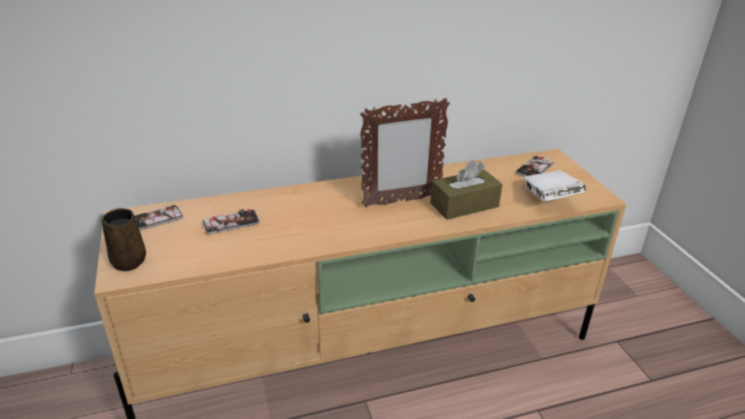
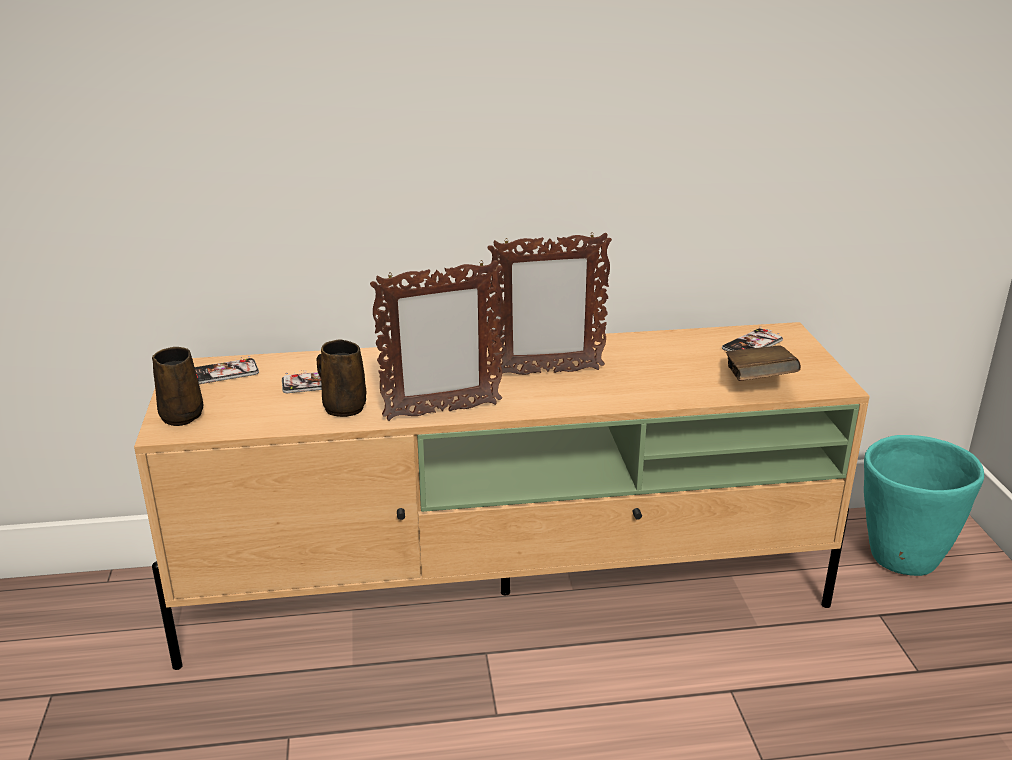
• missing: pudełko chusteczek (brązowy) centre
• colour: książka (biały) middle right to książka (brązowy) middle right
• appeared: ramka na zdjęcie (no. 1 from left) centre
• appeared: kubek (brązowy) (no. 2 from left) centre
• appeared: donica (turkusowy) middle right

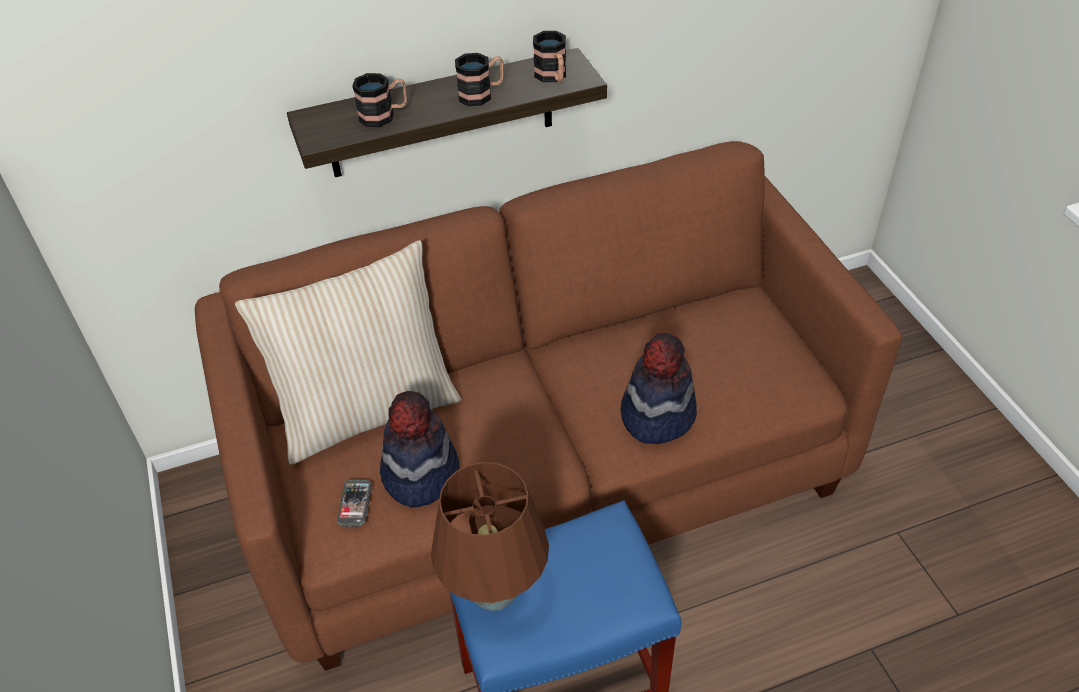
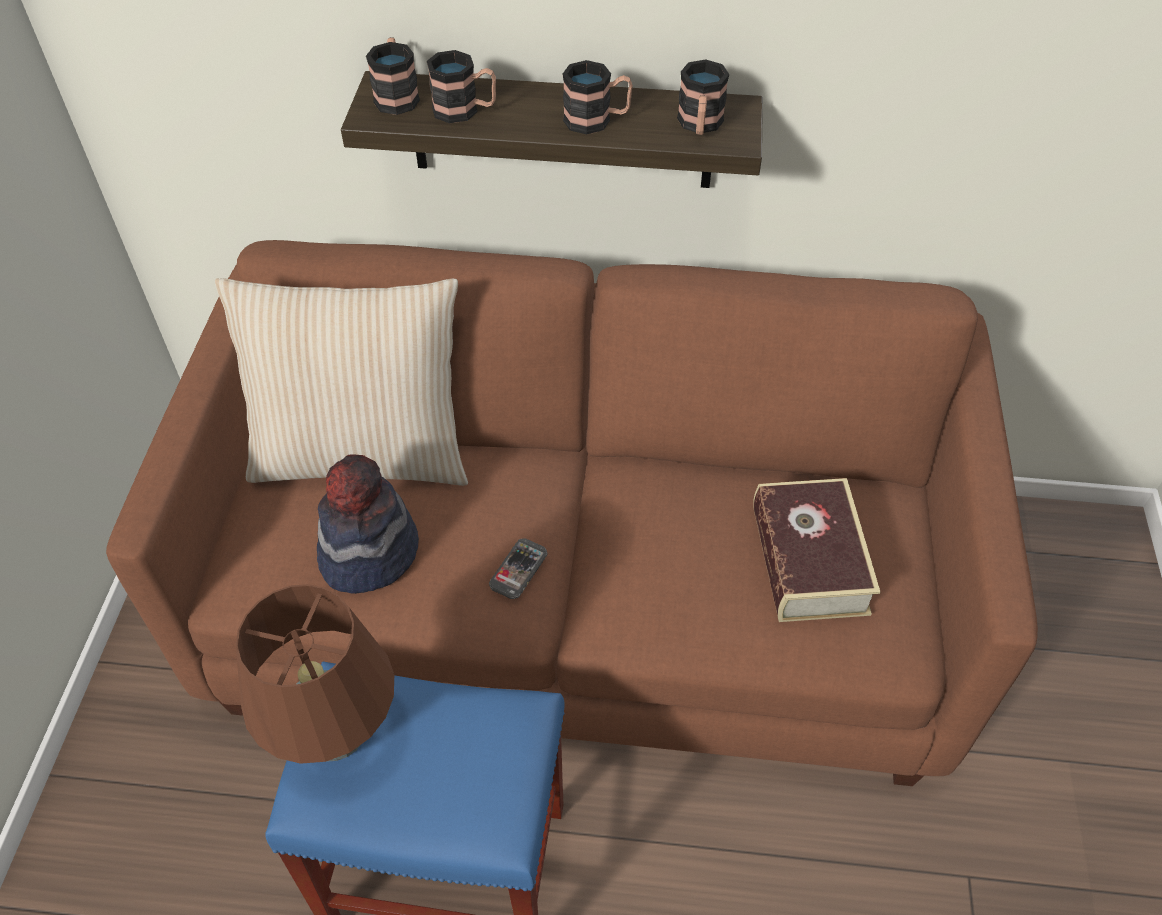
• missing: kapelusz (no. 2 from left) centre
• relocated: telefon bottom left to centre
• appeared: kubek (no. 1 from left) top centre
• appeared: książka middle right

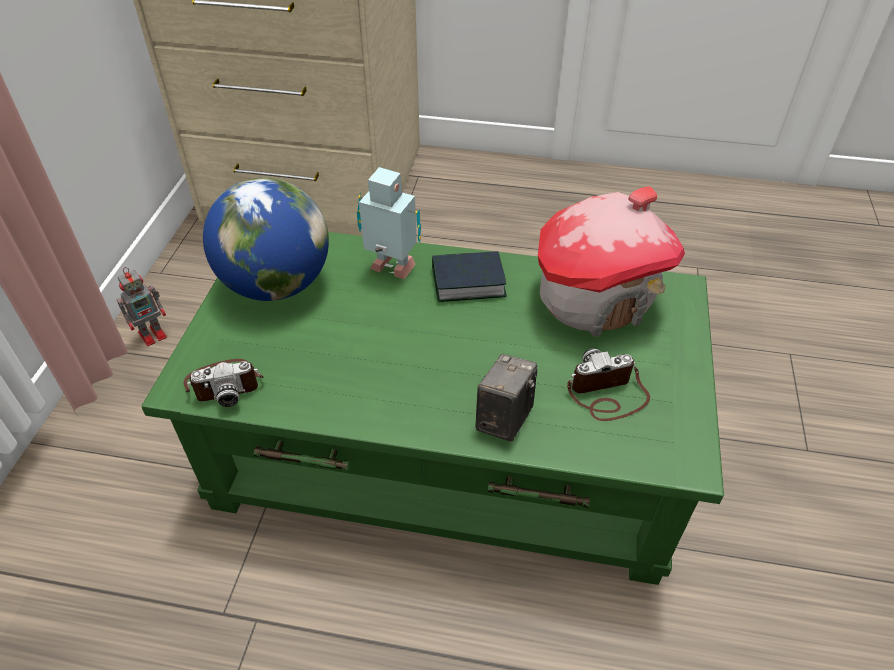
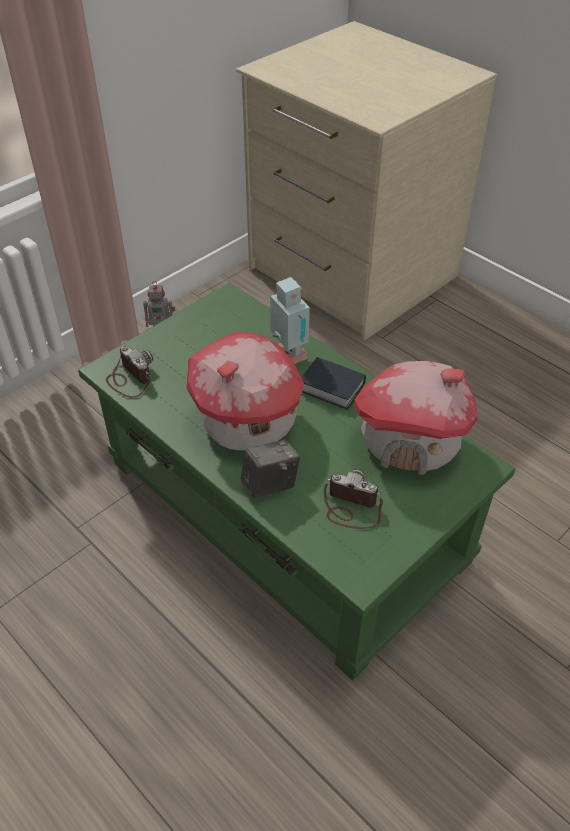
• missing: globus middle left
• spun: aparat fotograficzny (no. 1 from left) middle left = middle left 150 degrees counterclockwise
• appeared: domek (no. 1 from left) centre

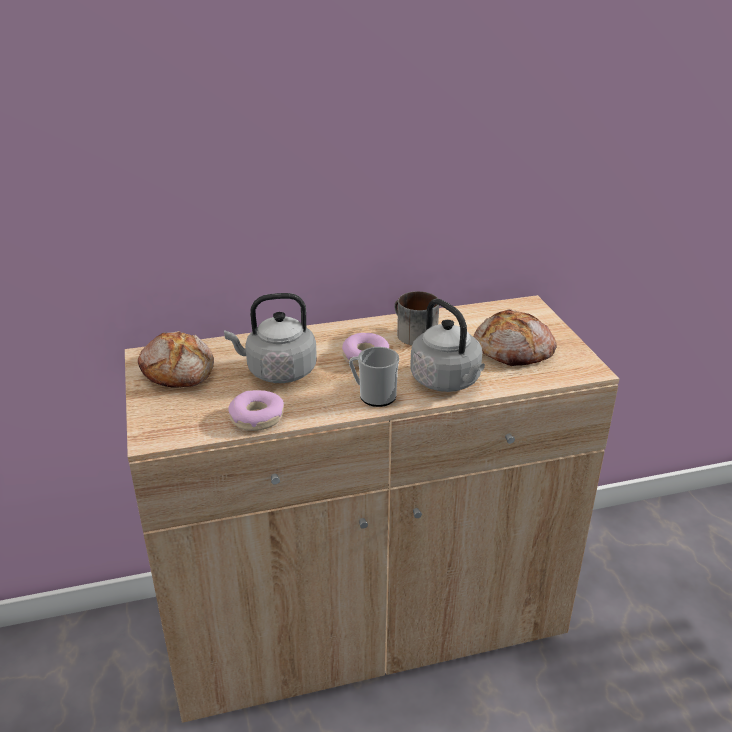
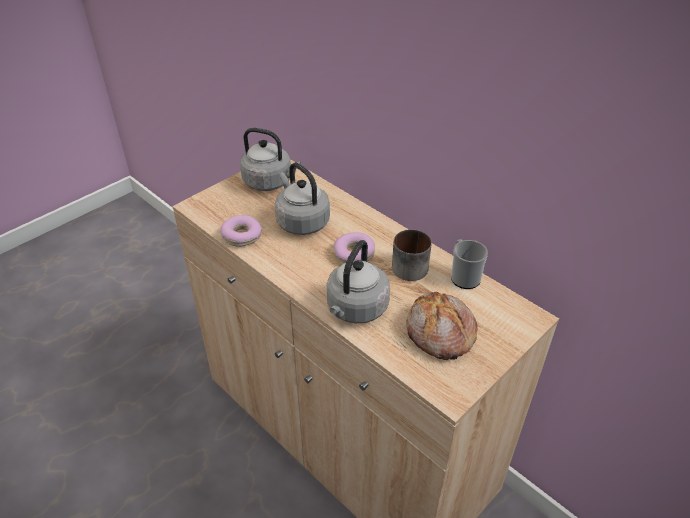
• exchanged: chleb (no. 1 from left) middle left to czajnik (szary) (no. 1 from left) top centre
• relocated: kubek (no. 1 from left in the first image) centre to kubek (no. 2 from left) middle right

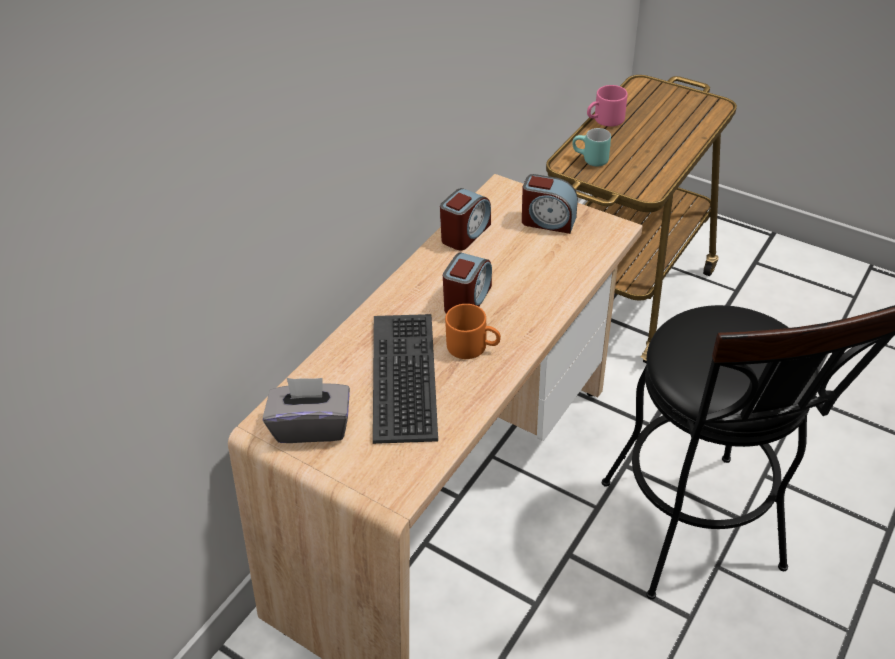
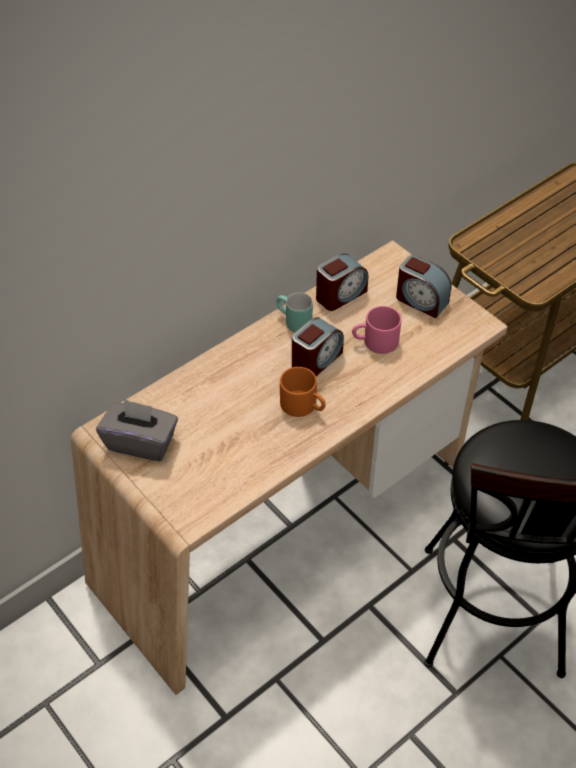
• relocated: kubek (różowy) top right to centre
• relocated: kubek (turkusowy) top centre to centre
• missing: klawiatura centre

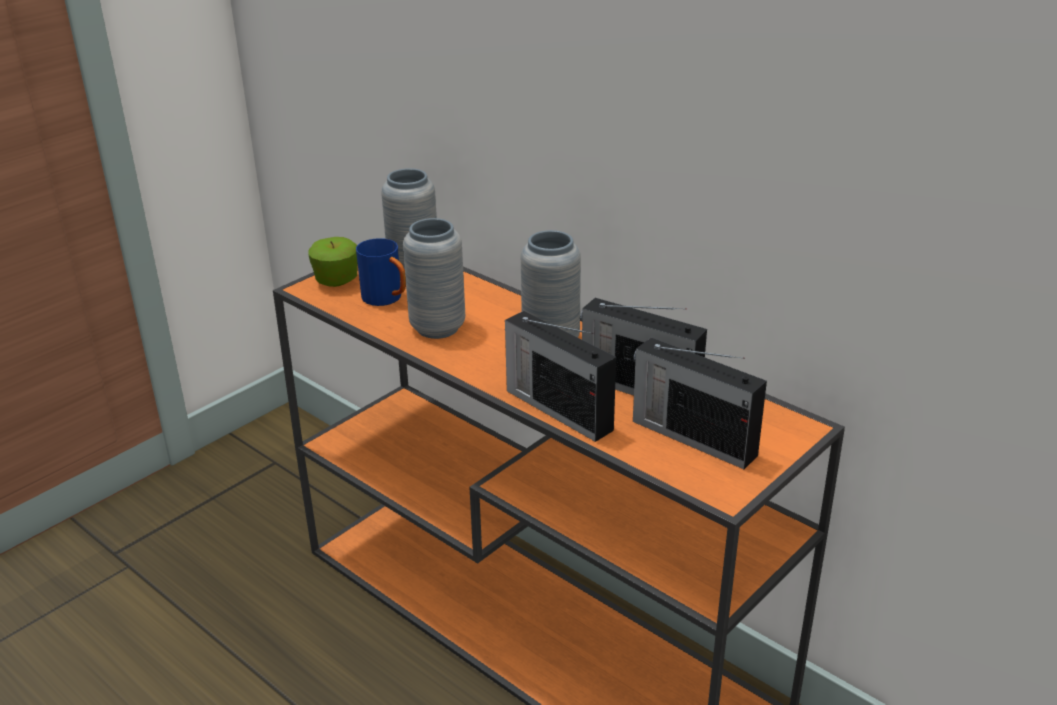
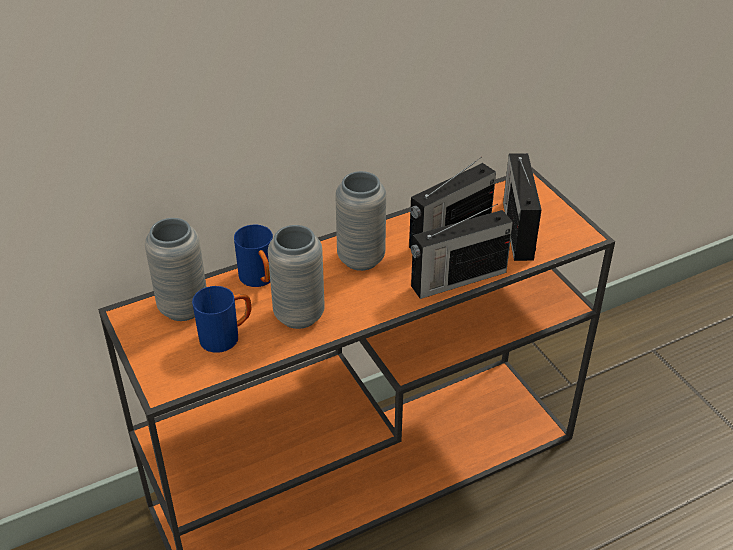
• missing: jabłko middle left
• spun: radio (no. 3 from left) centre = middle right 120 degrees clockwise
• appeared: kubek (niebieski) (no. 2 from left) centre

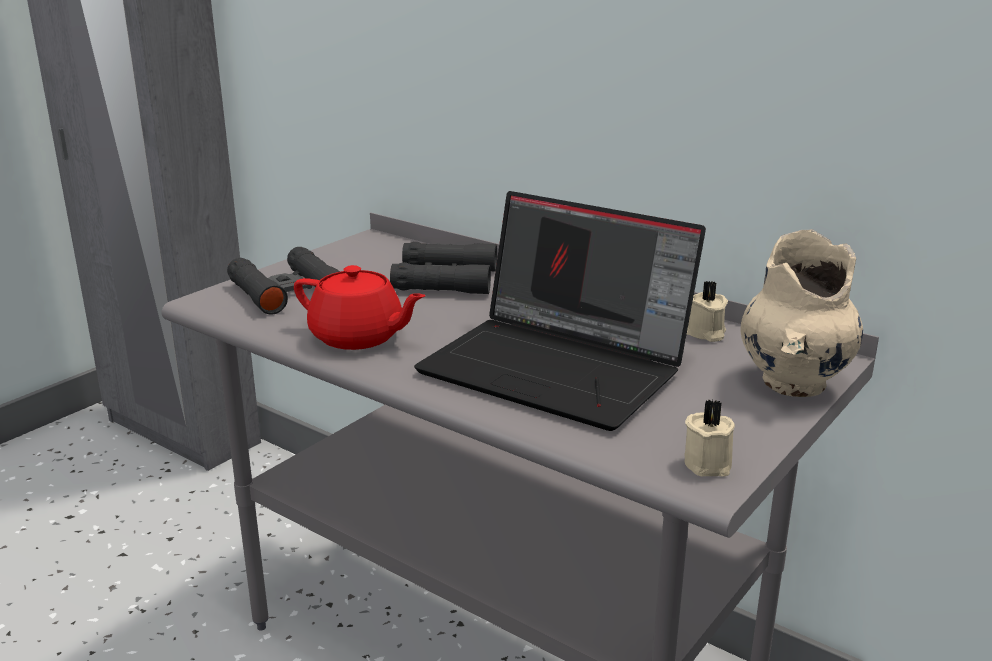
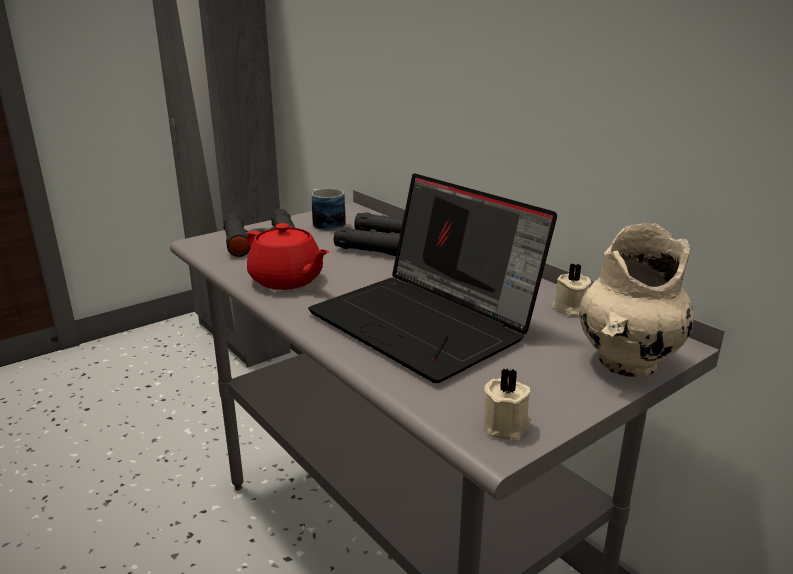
• appeared: kubek centre

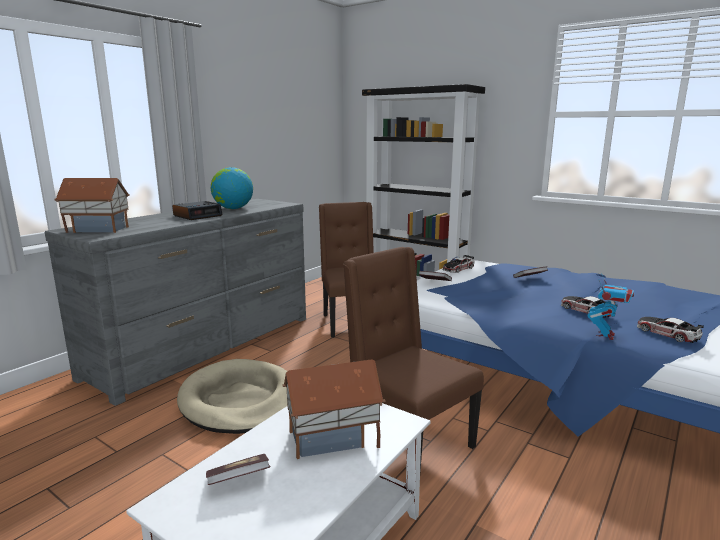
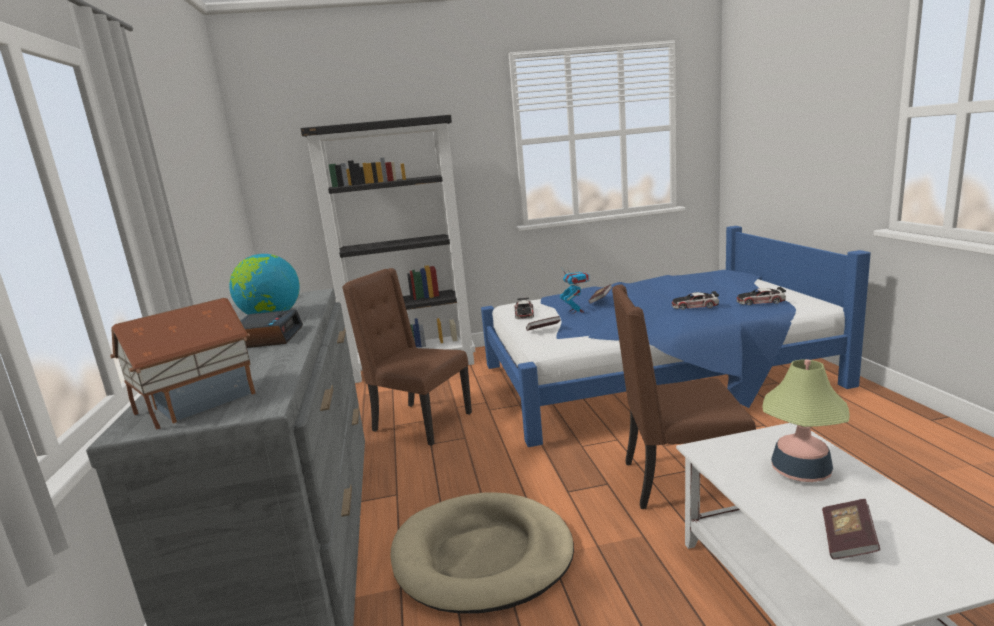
• relocated: robot zabawkowy middle right to centre
• exchanged: domek (no. 2 from left) bottom centre to lampa stołowa bottom right

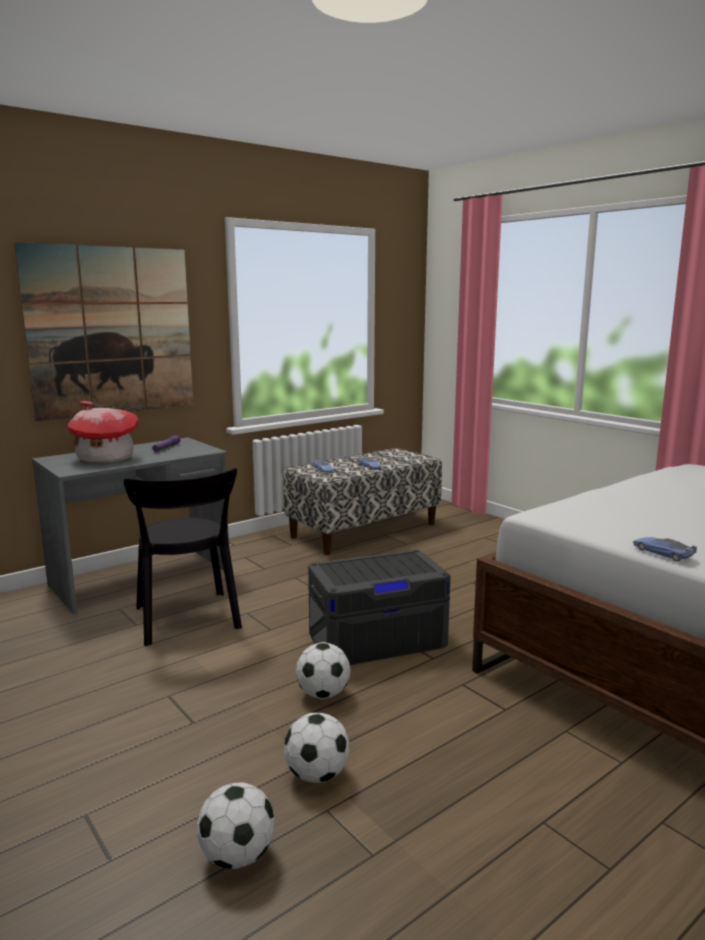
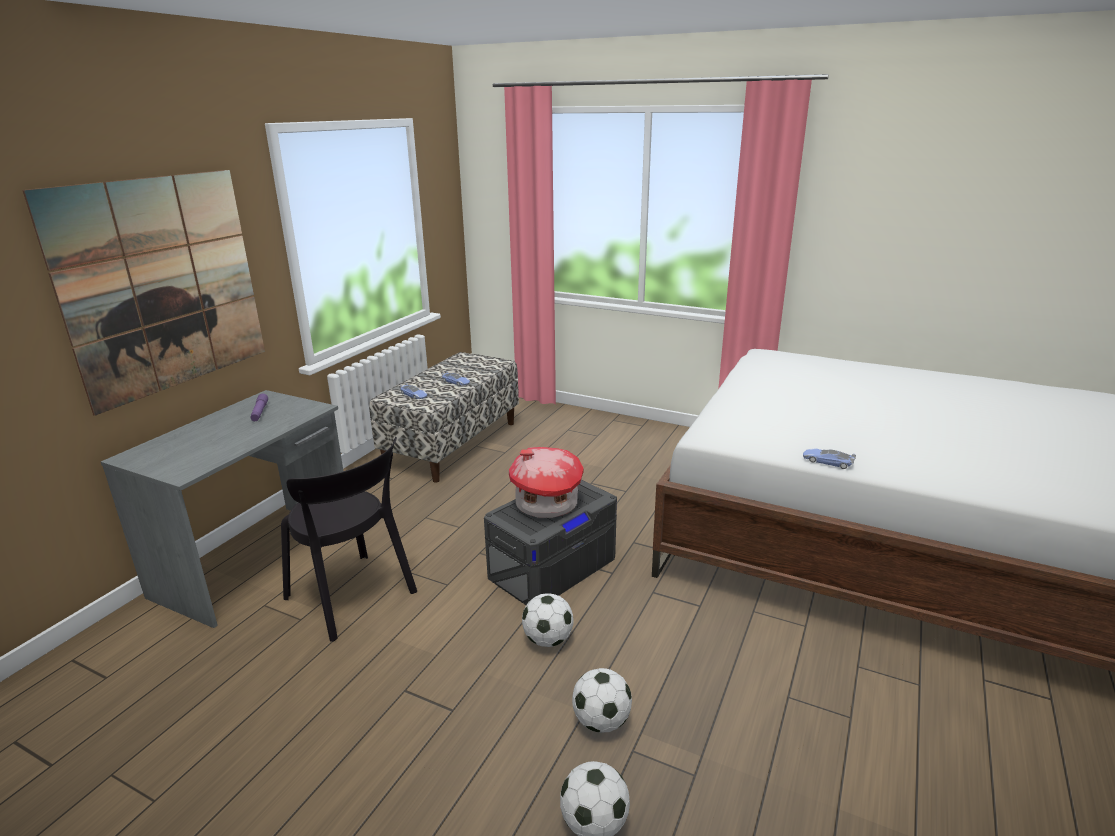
• relocated: domek middle left to centre

